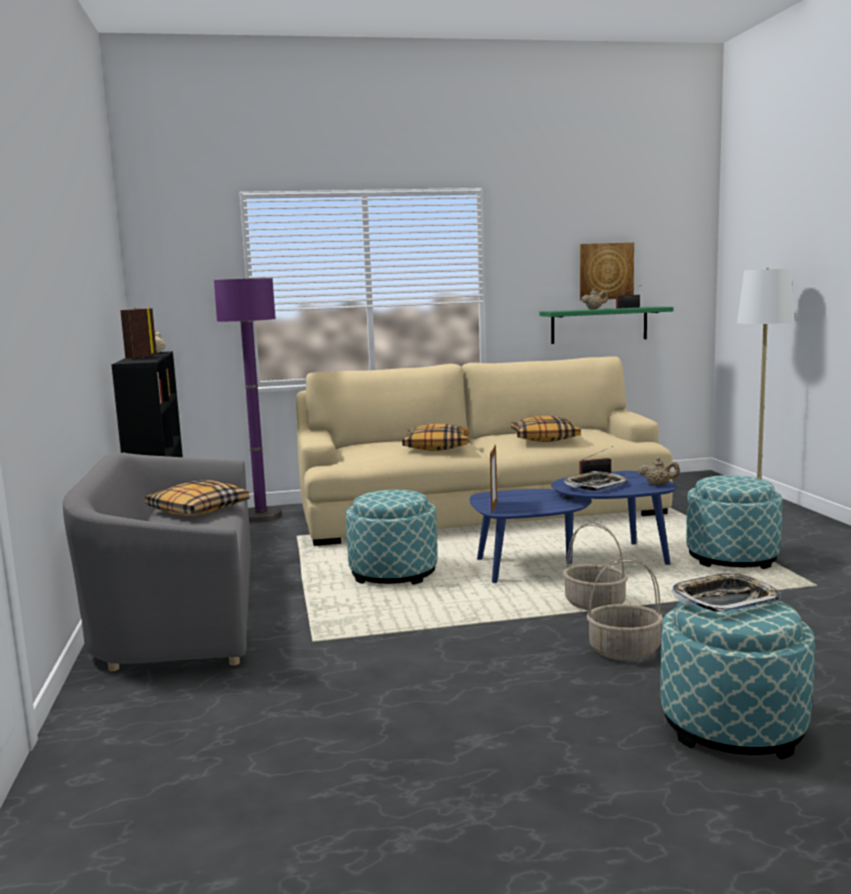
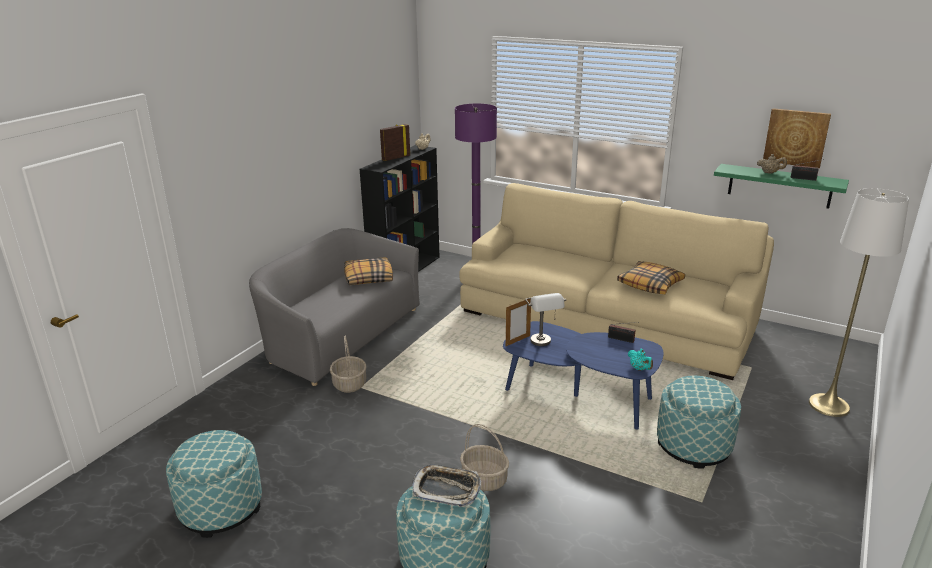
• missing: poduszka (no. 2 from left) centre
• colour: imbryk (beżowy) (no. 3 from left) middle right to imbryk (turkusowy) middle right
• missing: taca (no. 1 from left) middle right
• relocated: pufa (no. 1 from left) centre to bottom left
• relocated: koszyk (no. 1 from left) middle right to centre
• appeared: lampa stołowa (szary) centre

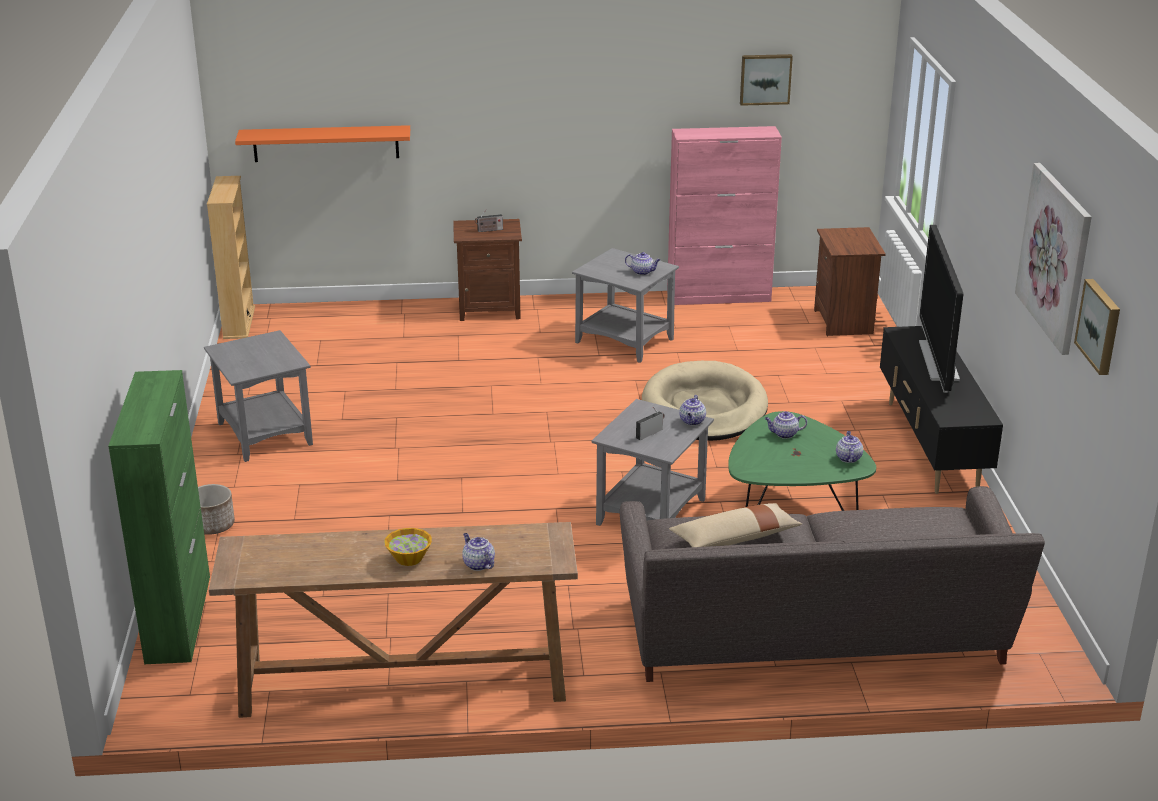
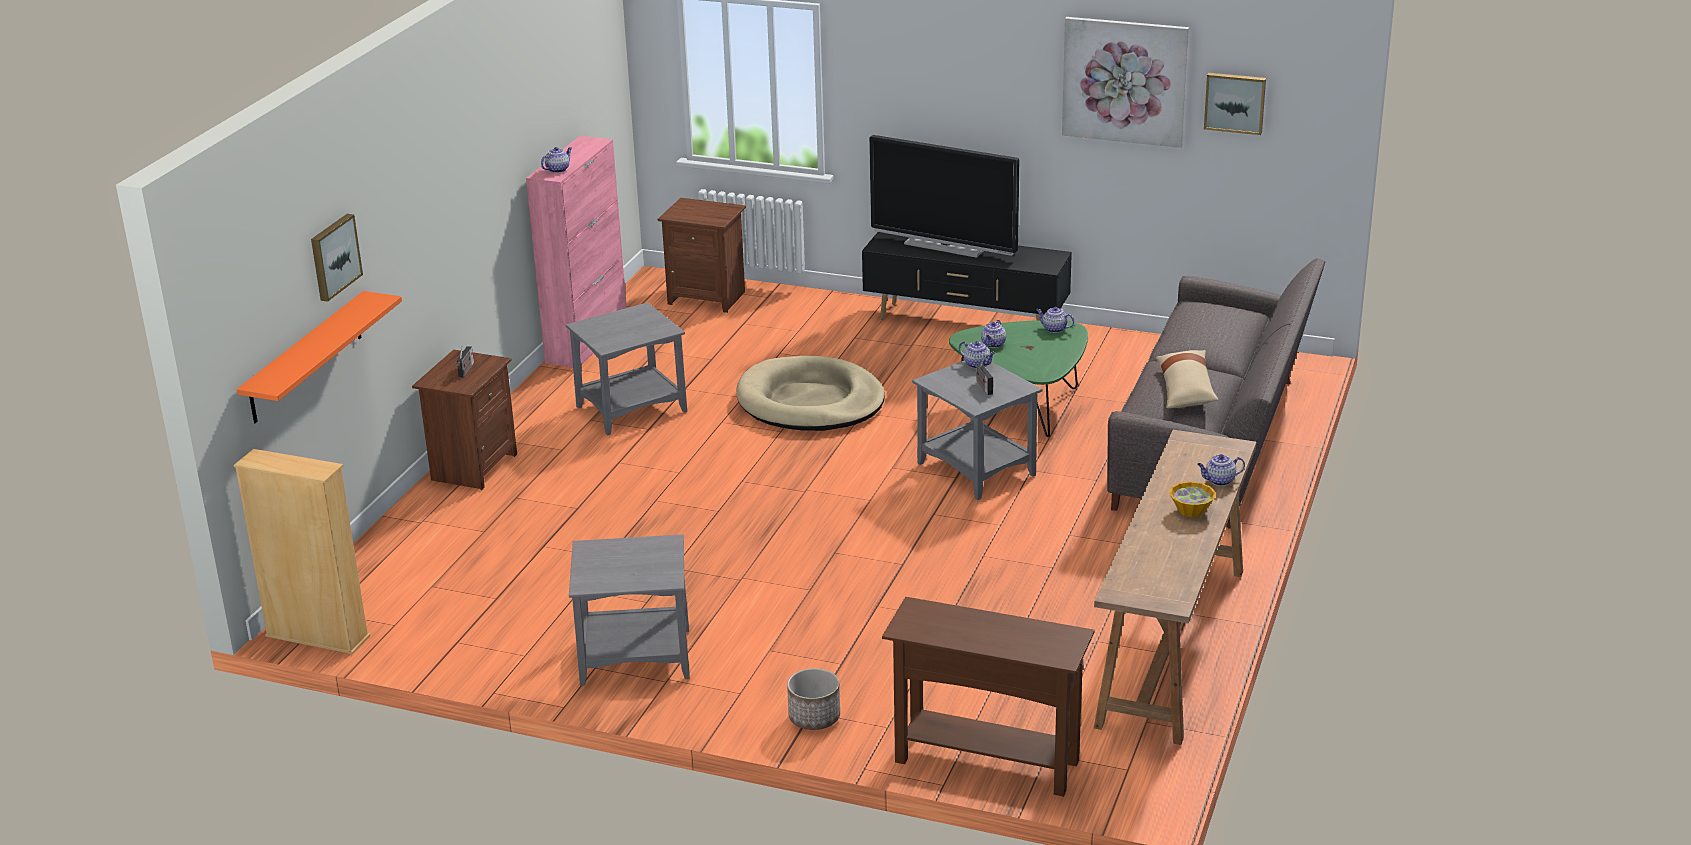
• relocated: obraz (no. 1 from left) top centre to top left
• relocated: imbryk (no. 2 from left in the first image) top centre to imbryk (no. 1 from left) top left
• exchanged: szafka (zielony) middle left to stolik konsolowy (brązowy) (no. 1 from left) bottom centre

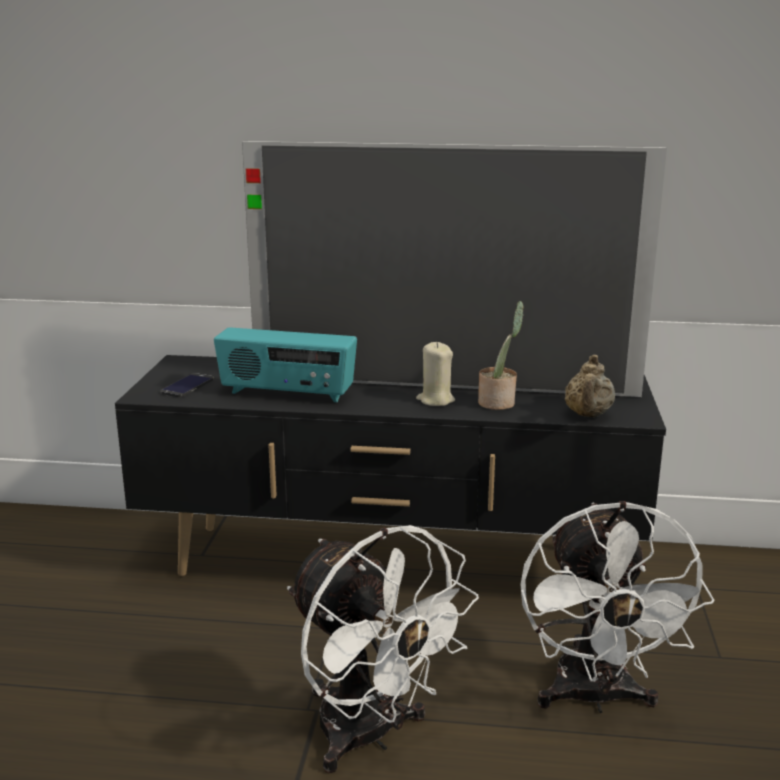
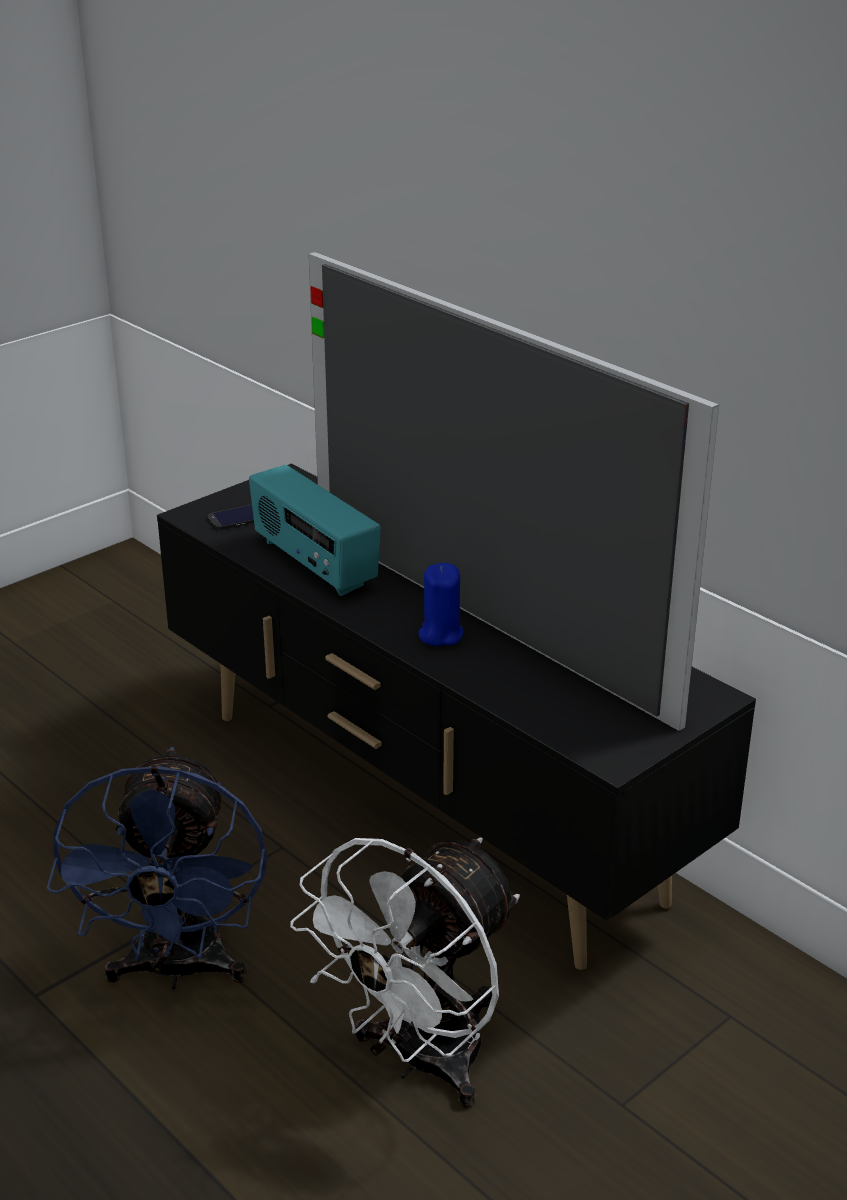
• missing: roślina doniczkowa centre
• colour: świeca (beżowy) centre to świeca (niebieski) centre
• missing: imbryk (beżowy) middle right
• colour: wentylator (biały) (no. 1 from left) bottom centre to wentylator (niebieski) bottom left

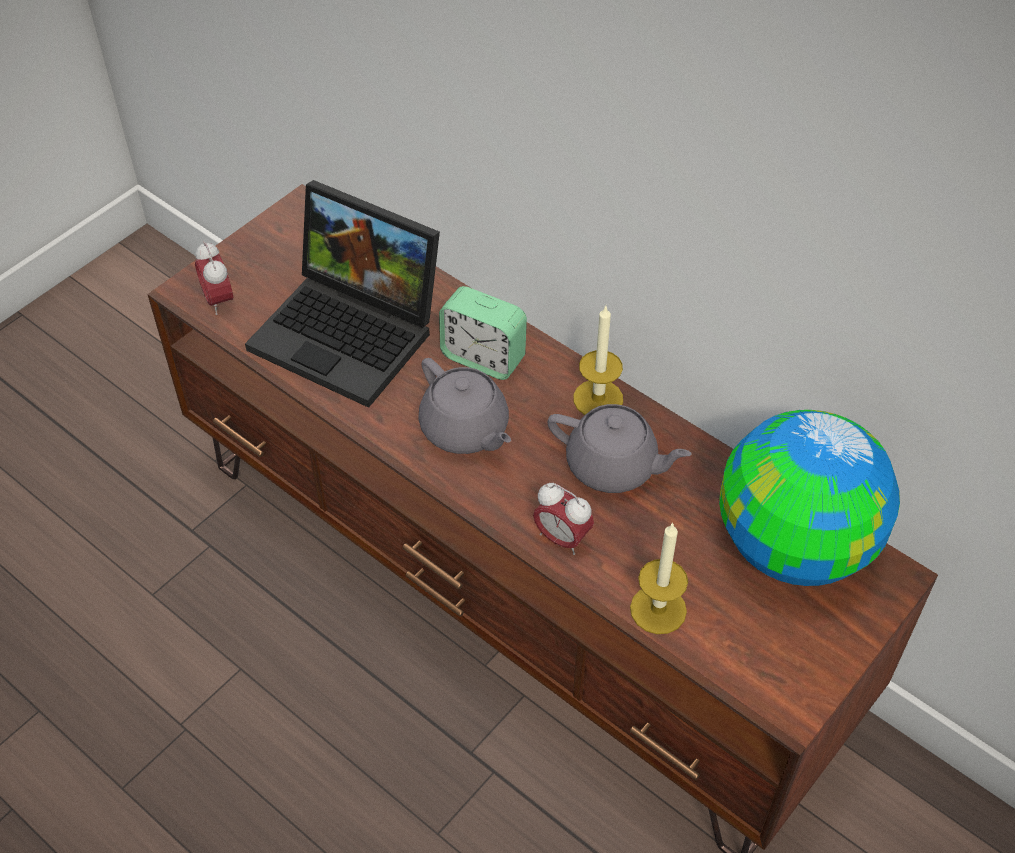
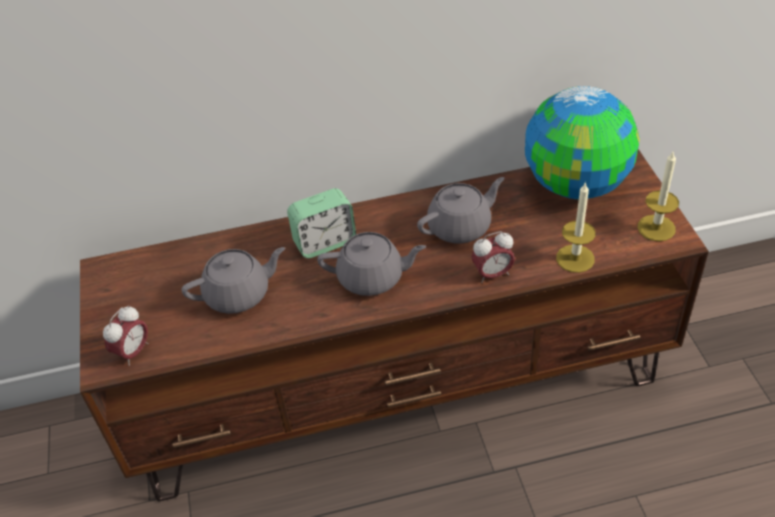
• exchanged: laptop centre to imbryk (szary) (no. 1 from left) middle left
• spun: budzik (no. 1 from left) top left = middle left 75 degrees counterclockwise
• relocated: świeca (no. 1 from left in the first image) centre to świeca (no. 2 from left) middle right

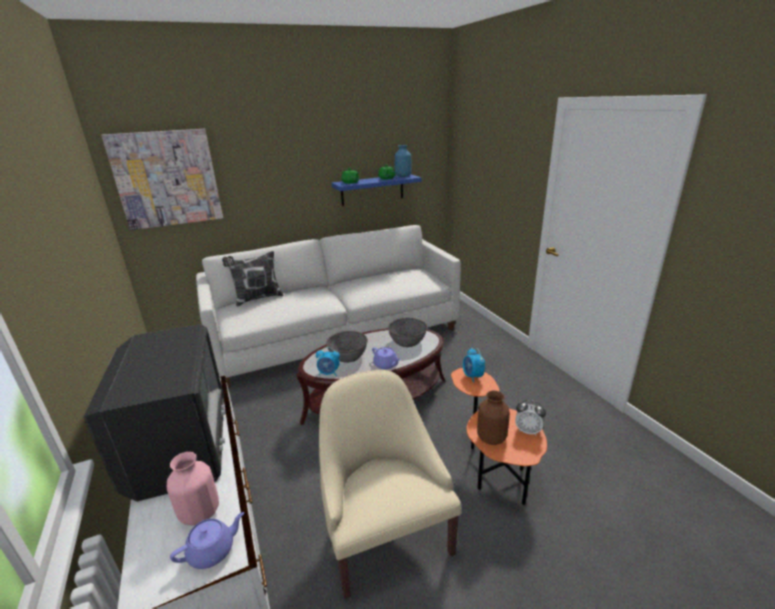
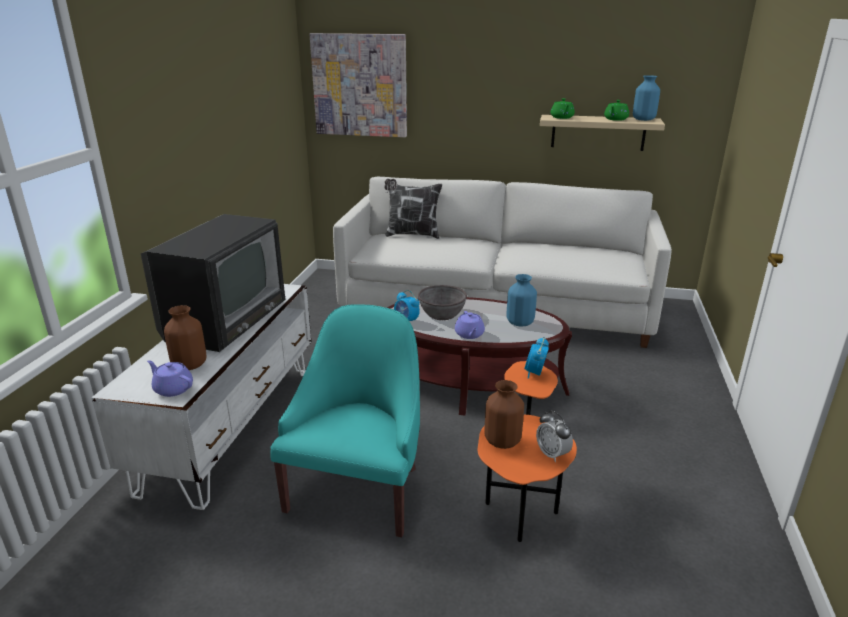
• colour: półka (niebieski) top centre to półka (beżowy) top right
• exchanged: miska (szary) (no. 2 from left) centre to wazon (niebieski) (no. 1 from left) centre
• colour: fotel (beżowy) bottom centre to fotel (turkusowy) bottom centre
• colour: wazon (różowy) bottom left to wazon (brązowy) (no. 1 from left) middle left
• spun: imbryk (fioletowy) (no. 1 from left) bottom left = middle left 150 degrees counterclockwise

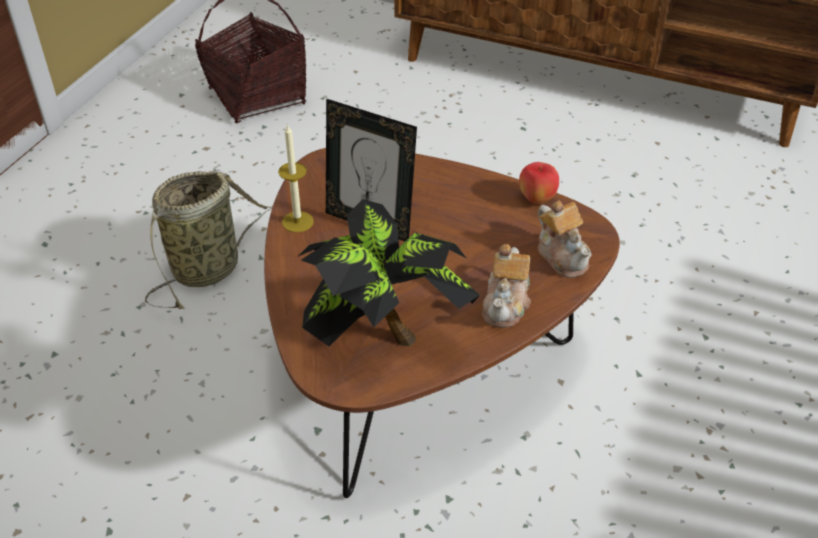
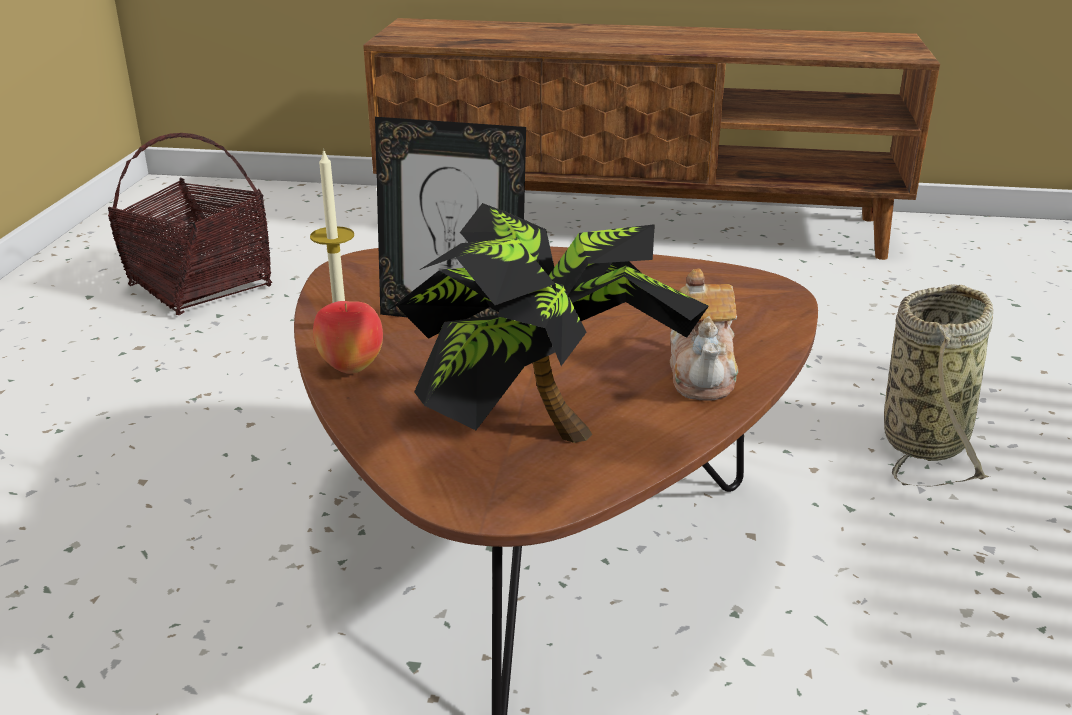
• relocated: jabłko centre to middle left
• relocated: koszyk (no. 1 from left in the first image) middle left to koszyk (no. 2 from left) middle right
• missing: imbryk (no. 2 from left) middle right

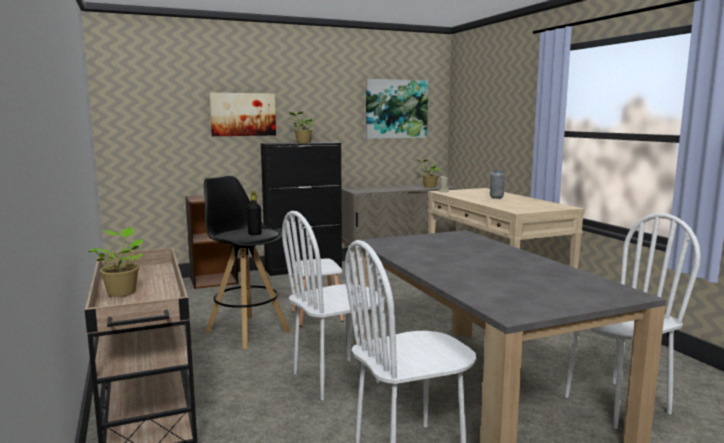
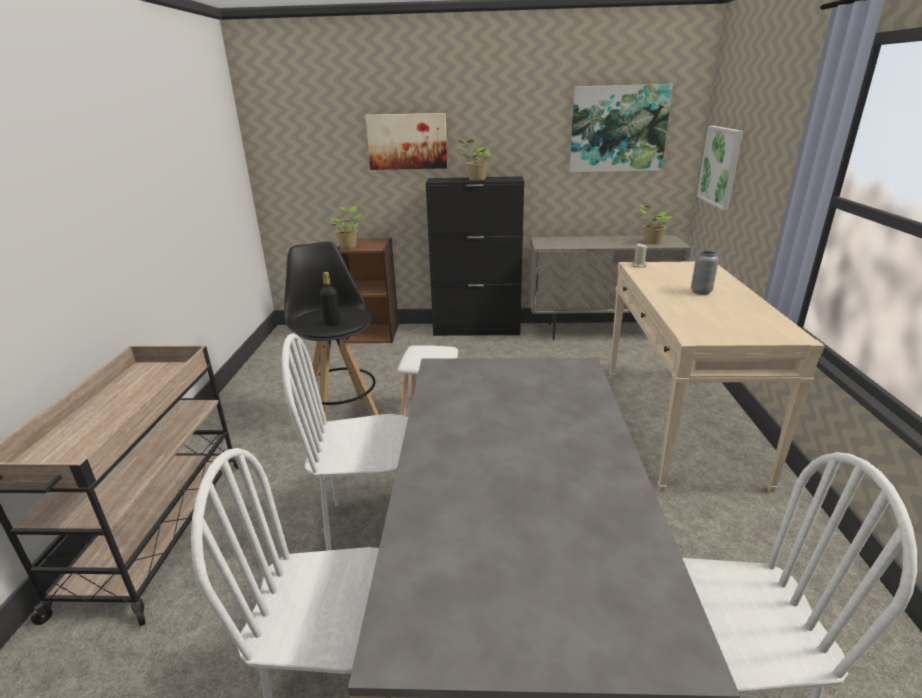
• relocated: roślina doniczkowa (no. 1 from left) middle left to top centre
• appeared: obraz (no. 3 from left) top right

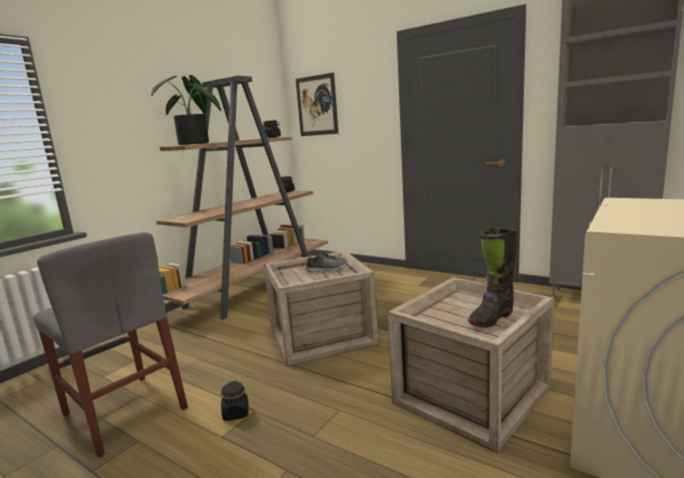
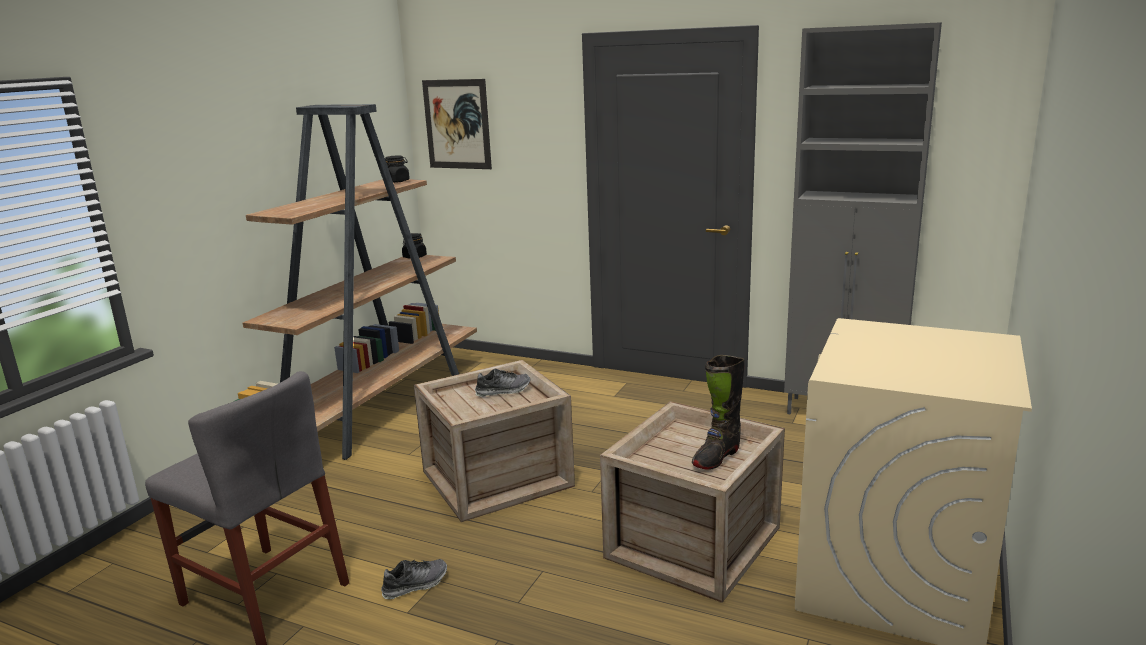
• missing: roślina doniczkowa top left
• exchanged: słoik (czarny) (no. 1 from left) bottom centre to but (no. 1 from left) bottom centre

